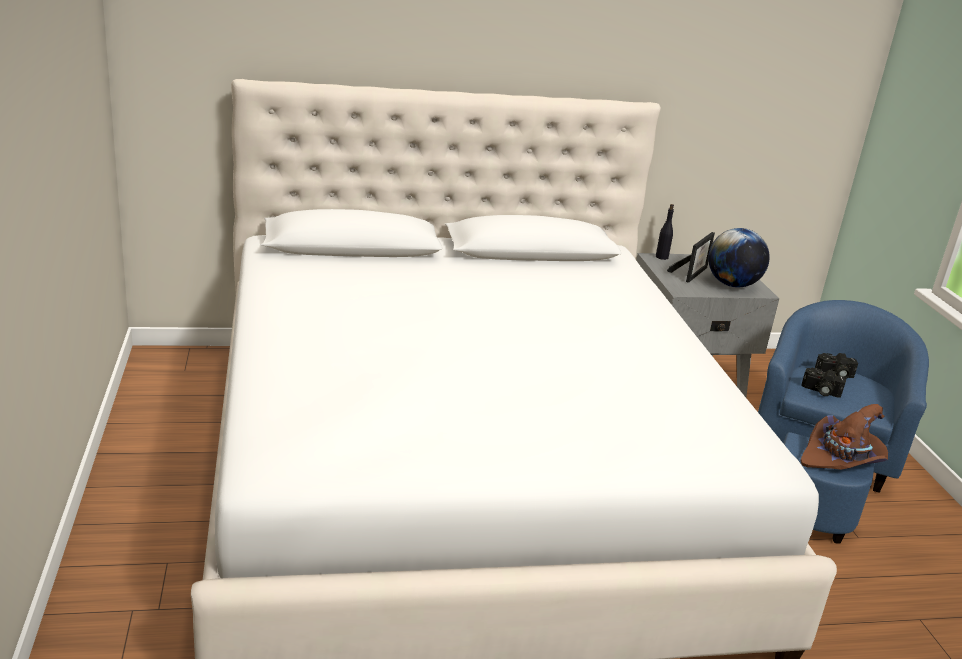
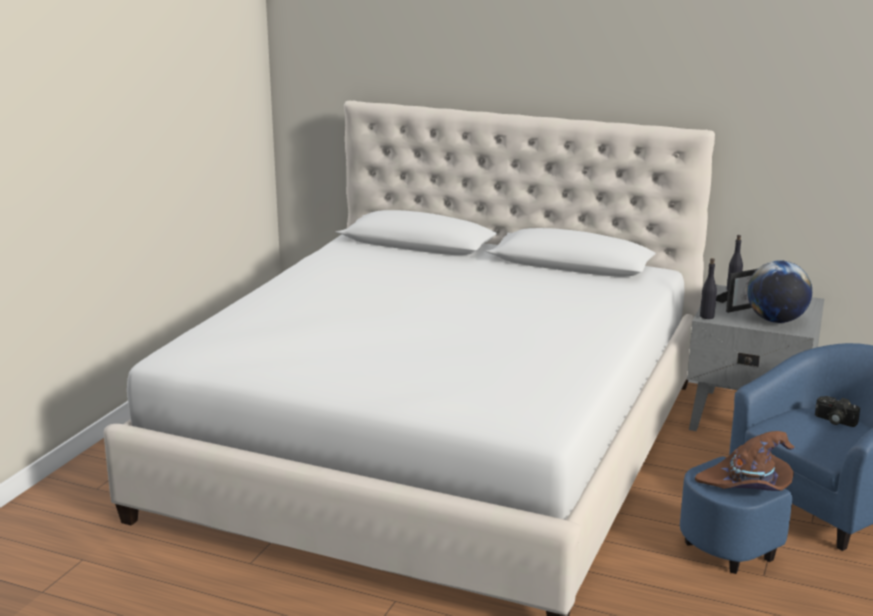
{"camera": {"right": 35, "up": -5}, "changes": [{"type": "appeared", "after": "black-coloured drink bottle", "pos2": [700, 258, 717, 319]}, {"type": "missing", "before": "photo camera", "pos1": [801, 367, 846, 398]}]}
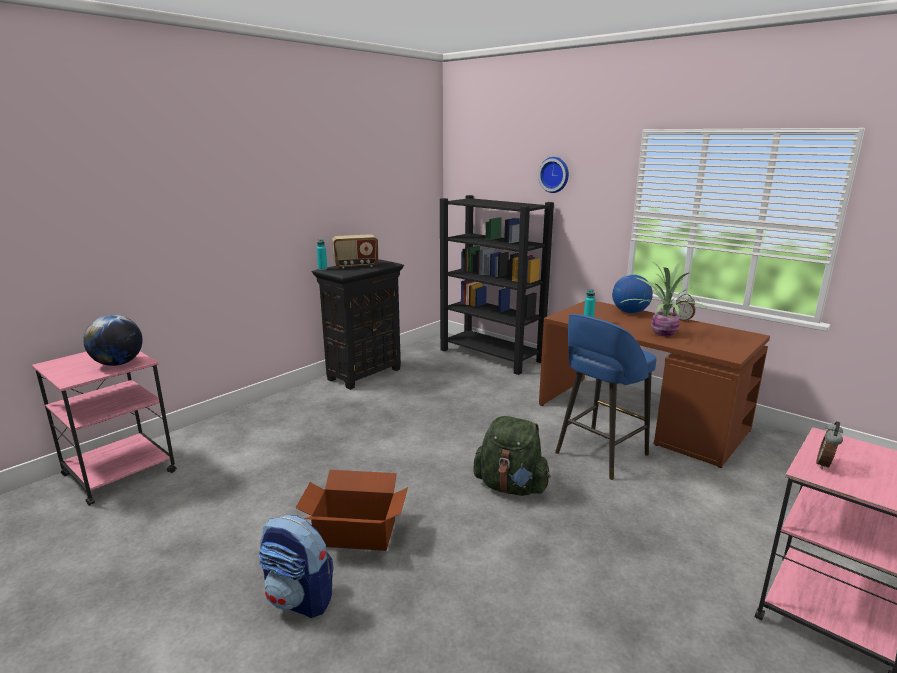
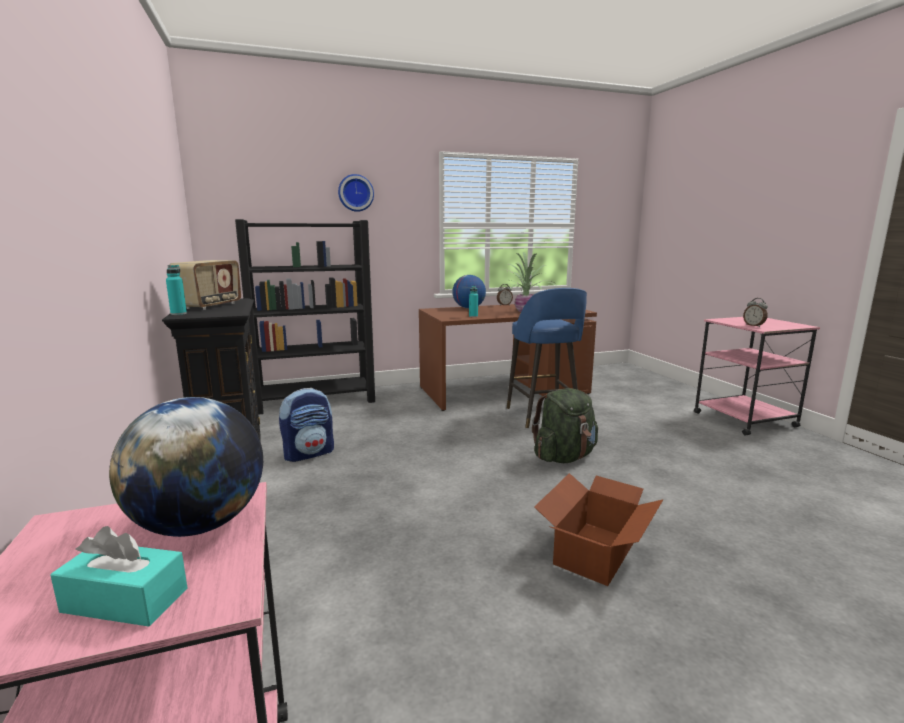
{"camera": {"right": -60, "up": -5}, "changes": [{"type": "appeared", "after": "blue-green tissue box", "pos2": [50, 526, 188, 627]}, {"type": "relocated", "before": "knapsack", "pos1": [259, 515, 334, 618], "pos2": [279, 388, 334, 462]}]}
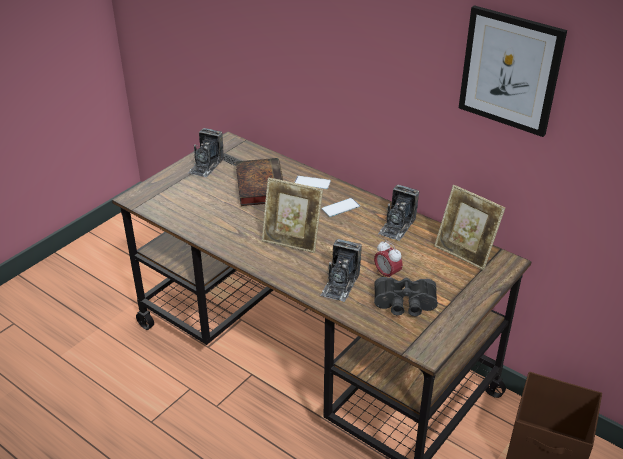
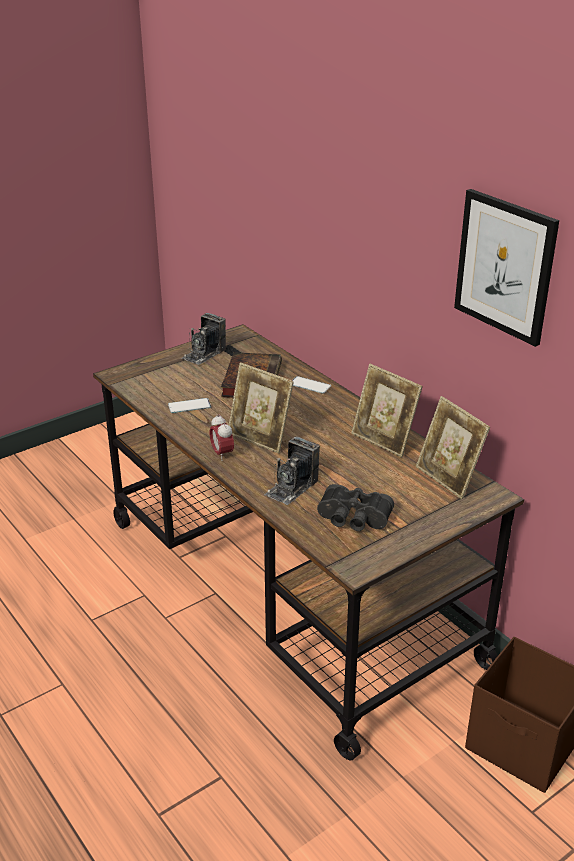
{"camera": {"right": 15, "up": -5}, "changes": [{"type": "relocated", "before": "handset", "pos1": [321, 198, 360, 217], "pos2": [168, 398, 211, 413]}, {"type": "relocated", "before": "table clock", "pos1": [374, 241, 403, 277], "pos2": [210, 414, 234, 461]}, {"type": "exchanged", "before": "photo camera", "after": "photo frame", "pos1": [378, 185, 419, 241], "pos2": [351, 364, 423, 457]}]}
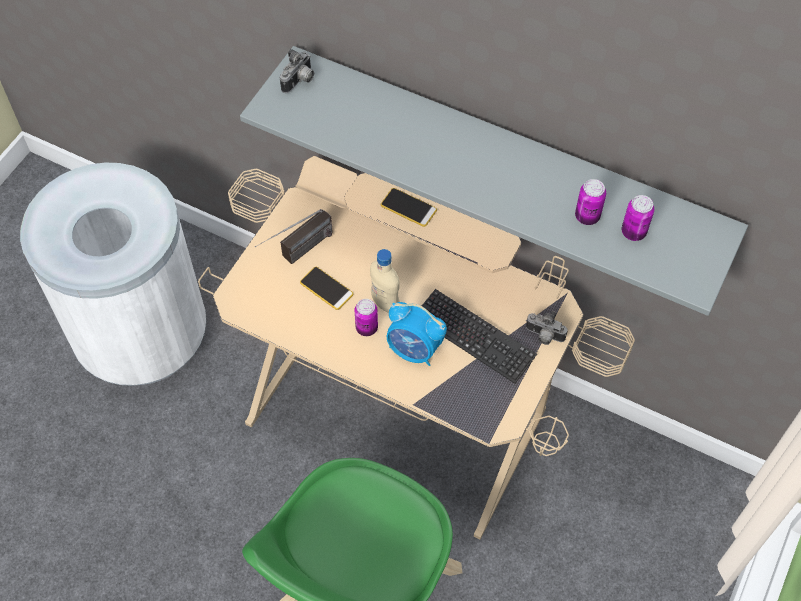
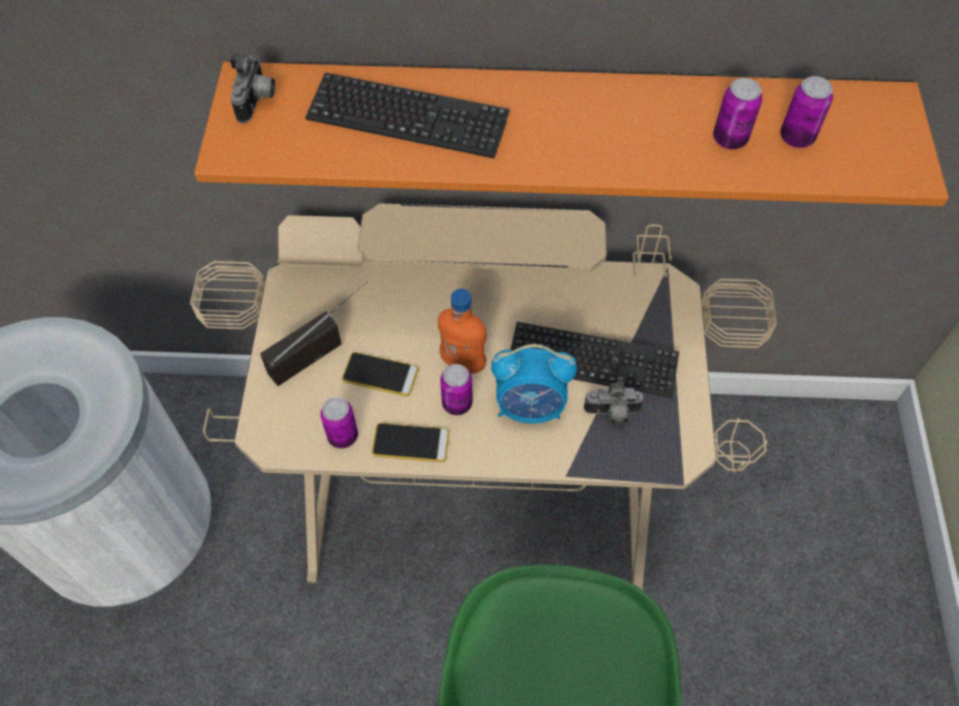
{"camera": {"right": -25, "up": 0}, "changes": [{"type": "colour", "before": "greyish bracket shelf", "after": "orange-coloured bracket shelf", "pos1": [240, 46, 748, 316], "pos2": [194, 62, 949, 206]}, {"type": "spun", "before": "radio set", "pos1": [255, 209, 333, 264], "pos2": [260, 281, 368, 386], "turn": -150}, {"type": "appeared", "after": "PC keyboard", "pos2": [305, 72, 510, 158]}, {"type": "appeared", "after": "sealed can", "pos2": [320, 397, 358, 448]}, {"type": "relocated", "before": "handset", "pos1": [381, 188, 437, 227], "pos2": [372, 423, 449, 462]}, {"type": "colour", "before": "sand-coloured drink bottle", "after": "orange-coloured drink bottle", "pos1": [370, 249, 400, 313], "pos2": [438, 289, 486, 374]}, {"type": "relocated", "before": "photo camera", "pos1": [526, 311, 567, 345], "pos2": [584, 377, 644, 424]}]}
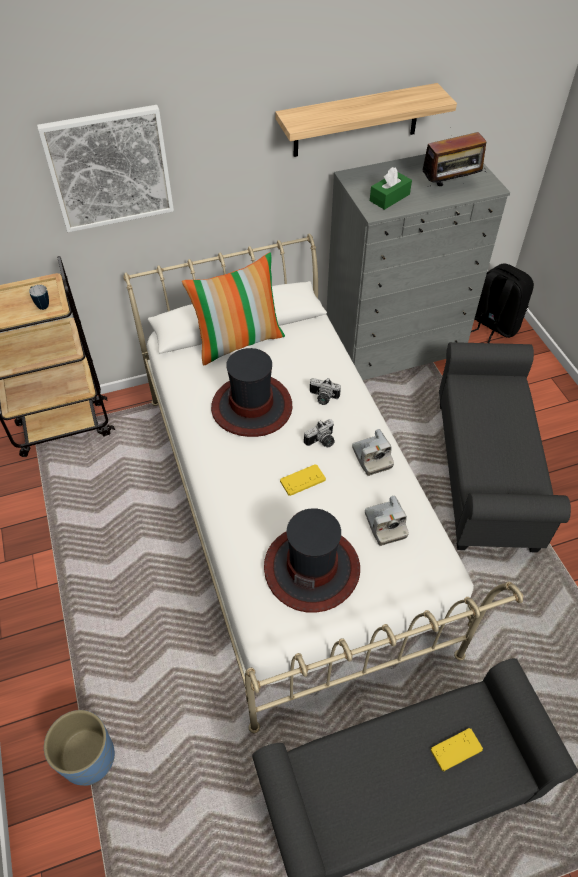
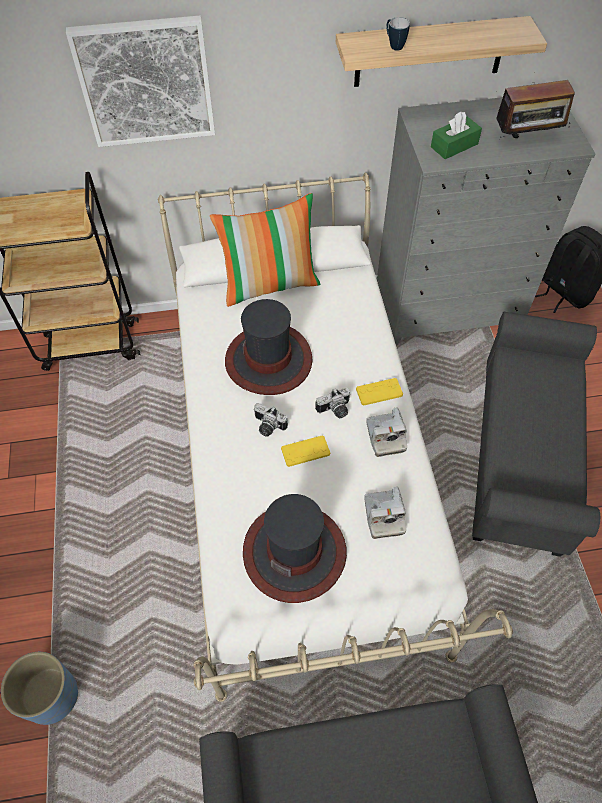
{"camera": {"right": 10, "up": 5}, "changes": [{"type": "relocated", "before": "photo camera", "pos1": [310, 378, 341, 405], "pos2": [254, 403, 288, 437]}, {"type": "relocated", "before": "yellow-coloured joypad", "pos1": [431, 728, 483, 771], "pos2": [356, 378, 403, 406]}, {"type": "relocated", "before": "coffee mug", "pos1": [29, 285, 49, 310], "pos2": [387, 17, 410, 51]}]}
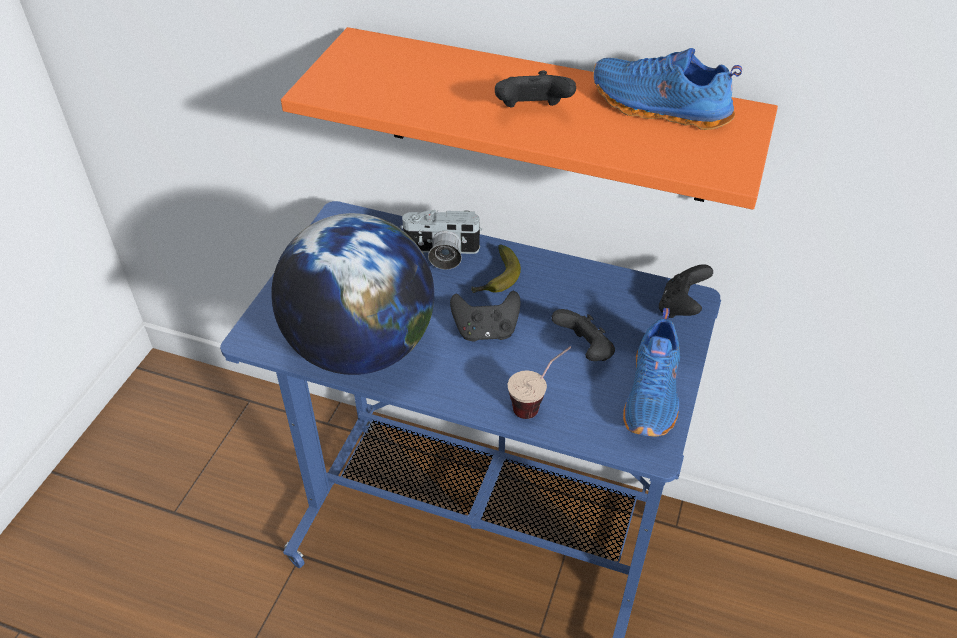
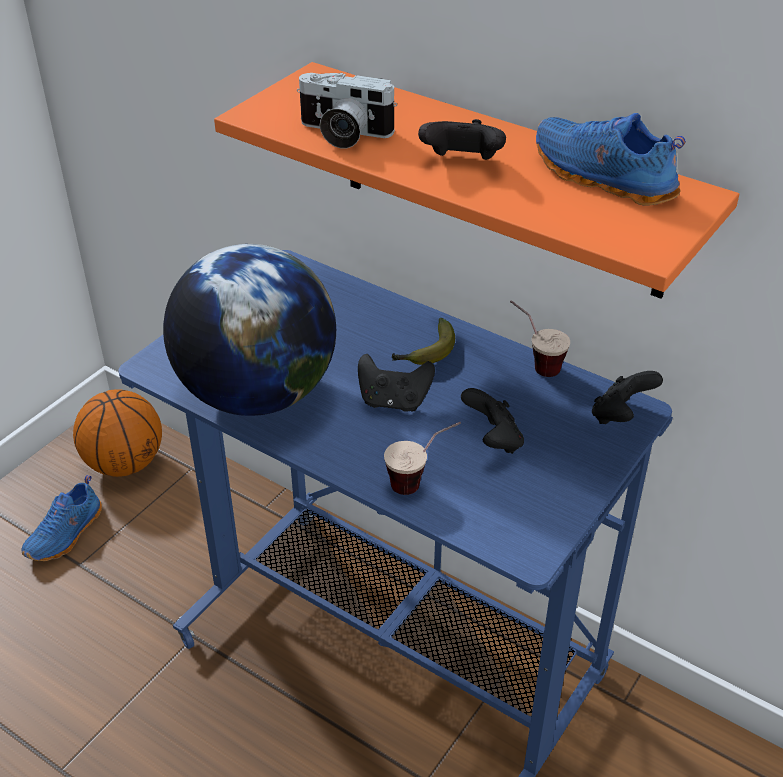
{"camera": {"right": 15, "up": -5}, "changes": [{"type": "relocated", "before": "blue-coloured low shoe", "pos1": [623, 308, 680, 437], "pos2": [21, 475, 102, 561]}, {"type": "appeared", "after": "ball for basketball", "pos2": [73, 389, 162, 477]}, {"type": "relocated", "before": "photo camera", "pos1": [400, 210, 483, 270], "pos2": [297, 73, 397, 148]}, {"type": "appeared", "after": "drinking cup", "pos2": [510, 300, 570, 377]}]}
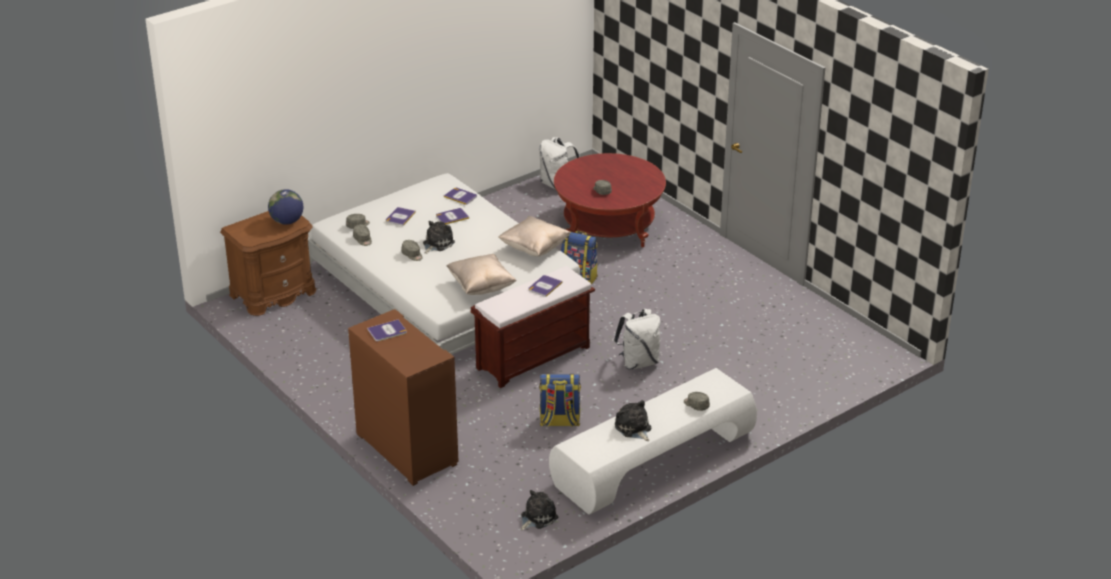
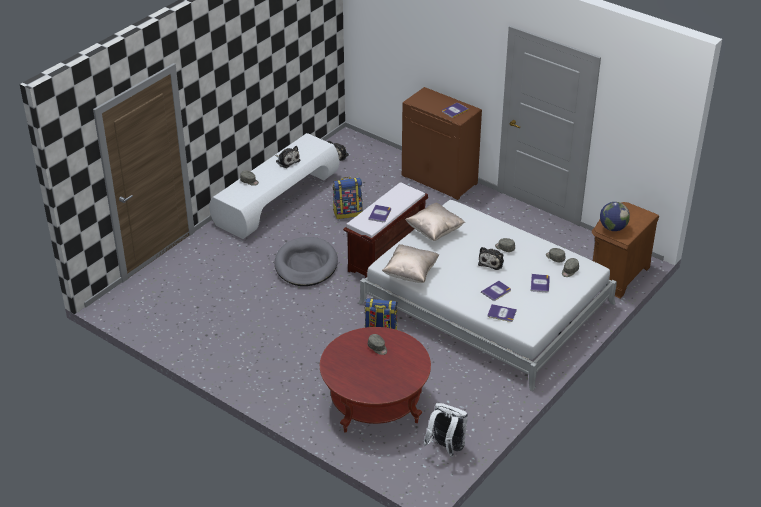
{"camera": {"right": 165, "up": 5}, "changes": [{"type": "exchanged", "before": "whitish knapsack", "after": "greyish dog bed", "pos1": [614, 309, 661, 370], "pos2": [274, 237, 338, 286]}]}
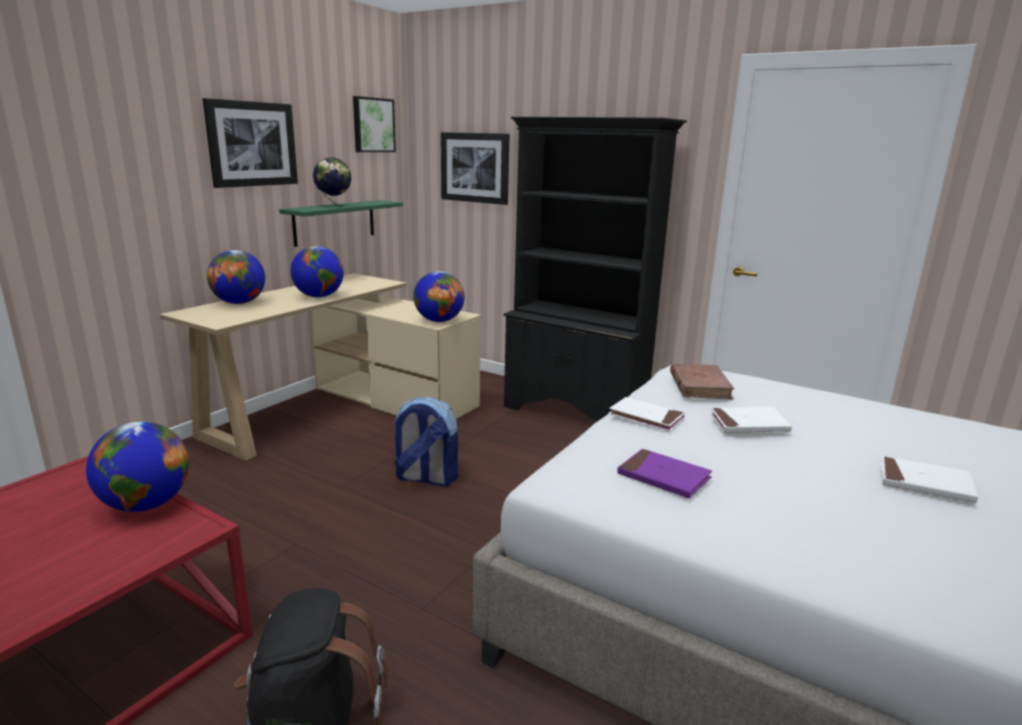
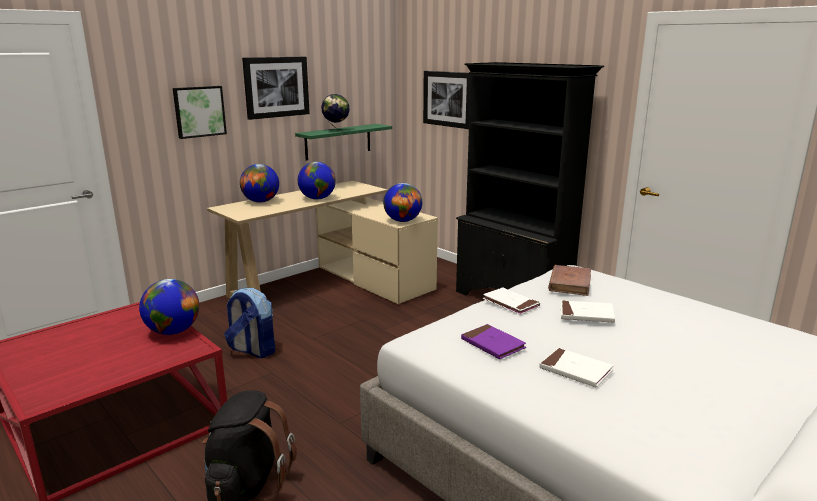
{"camera": {"right": 15, "up": 0}, "changes": [{"type": "relocated", "before": "wall art", "pos1": [353, 96, 396, 152], "pos2": [173, 86, 227, 139]}, {"type": "relocated", "before": "knapsack", "pos1": [393, 397, 458, 487], "pos2": [224, 288, 275, 358]}, {"type": "relocated", "before": "whitish book", "pos1": [881, 456, 978, 503], "pos2": [539, 348, 613, 387]}]}
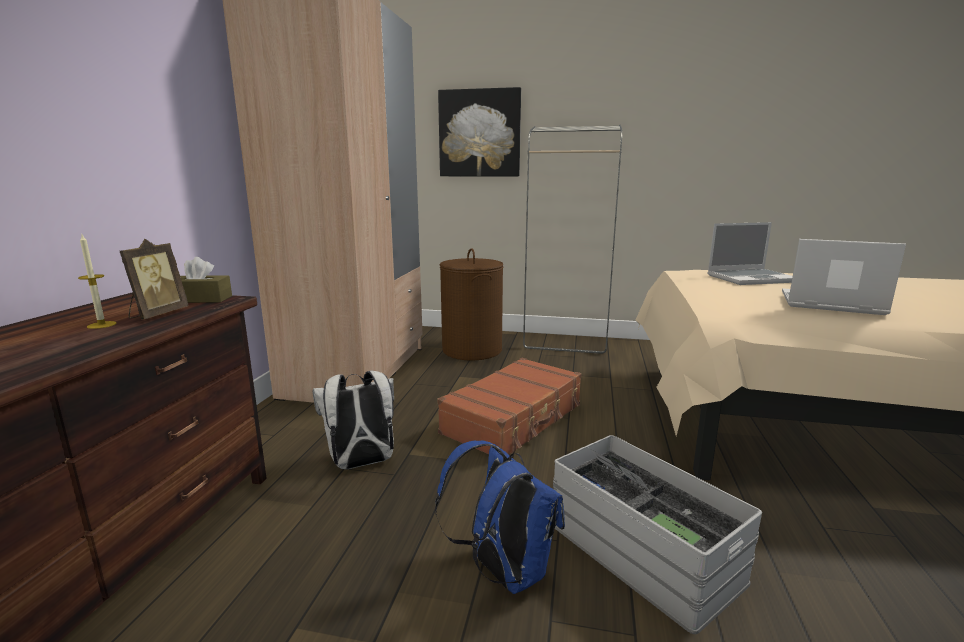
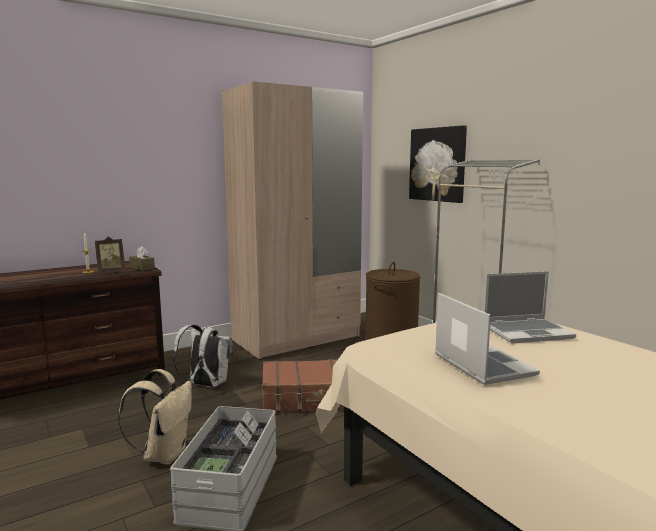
{"camera": {"right": 45, "up": -5}, "changes": [{"type": "colour", "before": "blue-coloured knapsack", "after": "sand-coloured knapsack", "pos1": [435, 440, 565, 594], "pos2": [118, 369, 192, 465]}, {"type": "spun", "before": "notebook computer", "pos1": [707, 222, 793, 285], "pos2": [484, 271, 576, 343], "turn": -45}]}
